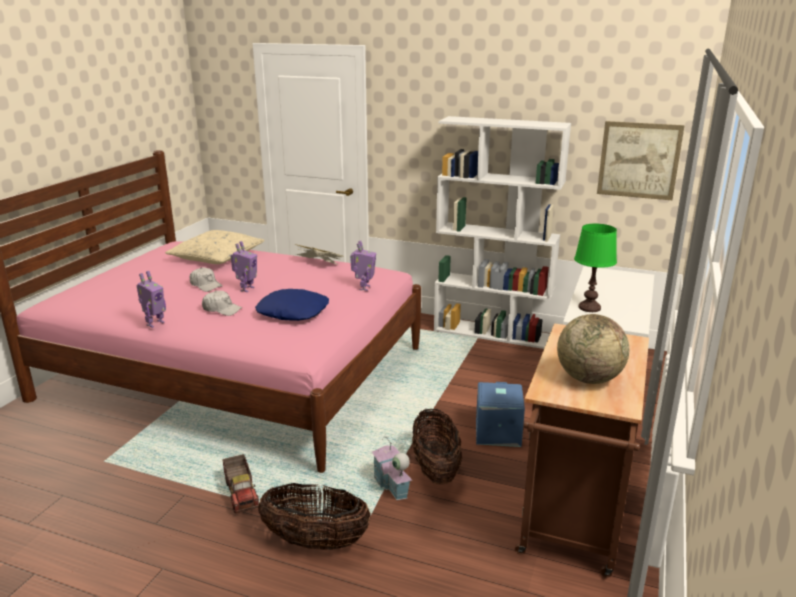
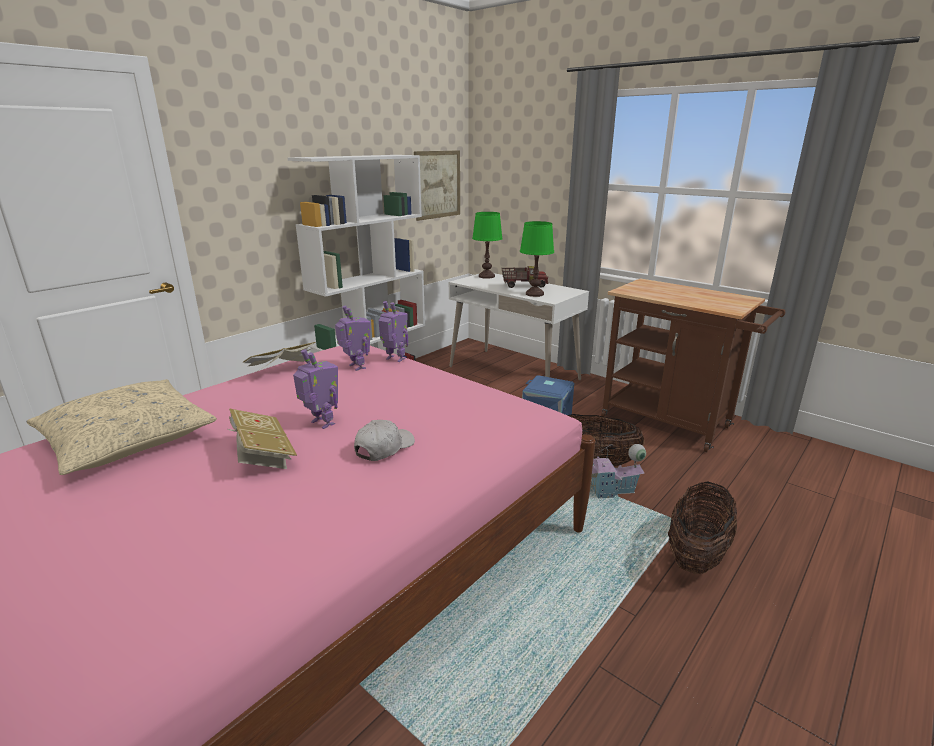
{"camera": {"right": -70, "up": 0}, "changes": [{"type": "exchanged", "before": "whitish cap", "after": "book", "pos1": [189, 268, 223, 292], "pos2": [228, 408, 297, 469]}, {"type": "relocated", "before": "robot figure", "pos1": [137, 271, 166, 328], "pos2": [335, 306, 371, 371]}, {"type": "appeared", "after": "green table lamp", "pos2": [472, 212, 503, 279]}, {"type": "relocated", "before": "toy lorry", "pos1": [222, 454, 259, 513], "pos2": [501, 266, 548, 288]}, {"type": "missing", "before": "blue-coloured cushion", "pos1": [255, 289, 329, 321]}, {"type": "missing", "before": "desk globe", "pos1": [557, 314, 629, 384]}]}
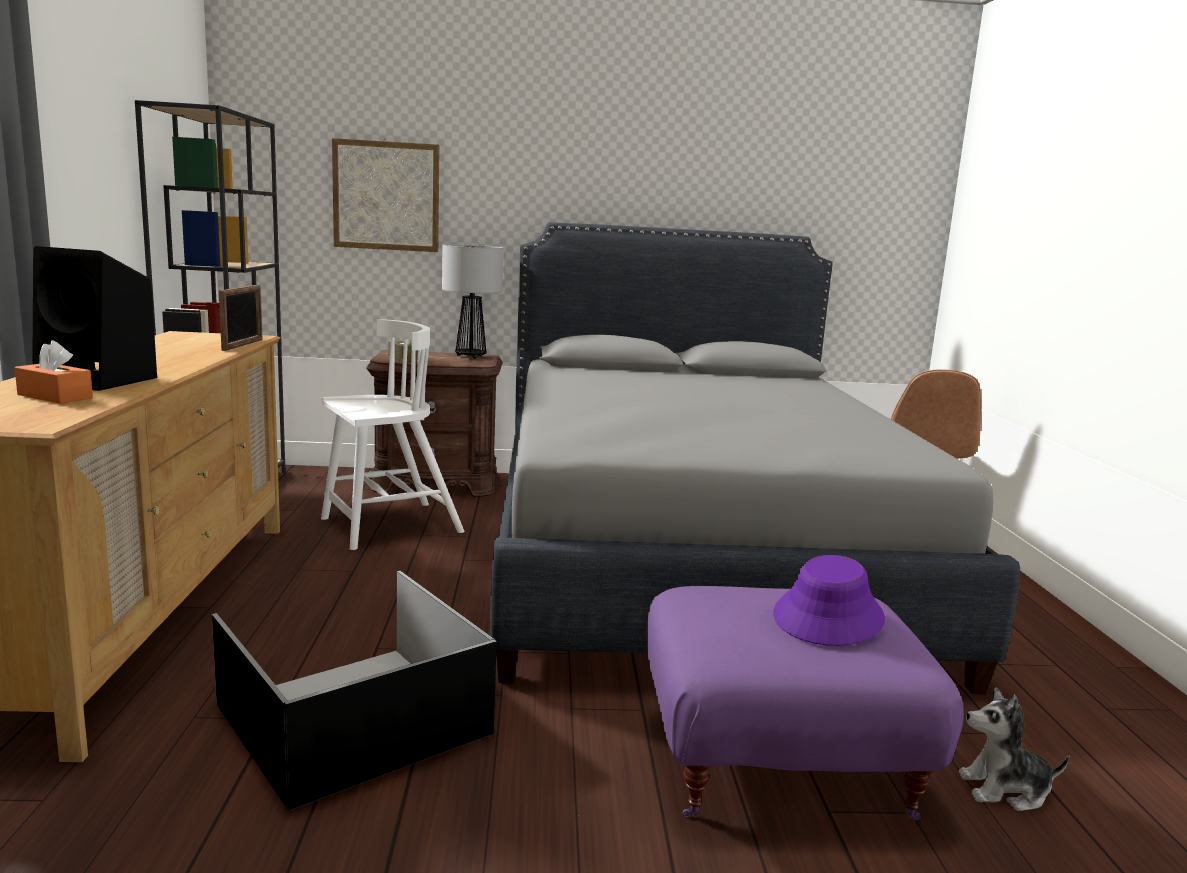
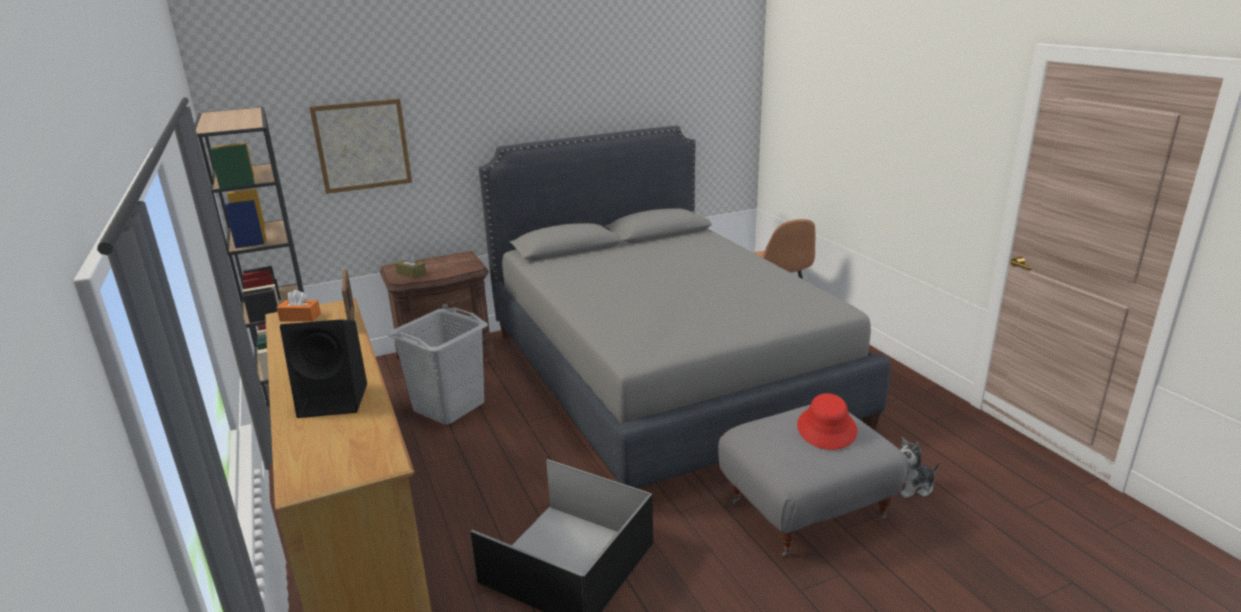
{"camera": {"right": -20, "up": 10}, "changes": [{"type": "relocated", "before": "orange-coloured tissue box", "pos1": [15, 340, 93, 404], "pos2": [277, 290, 321, 321]}, {"type": "exchanged", "before": "whitish plain chair", "after": "greyish washing basket", "pos1": [321, 319, 464, 550], "pos2": [387, 307, 488, 424]}, {"type": "colour", "before": "purple ottoman", "after": "greyish ottoman", "pos1": [647, 586, 964, 820], "pos2": [718, 405, 907, 557]}, {"type": "colour", "before": "purple hat", "after": "reddish hat", "pos1": [773, 555, 885, 646], "pos2": [797, 393, 857, 450]}, {"type": "missing", "before": "table lamp", "pos1": [442, 244, 504, 359]}]}
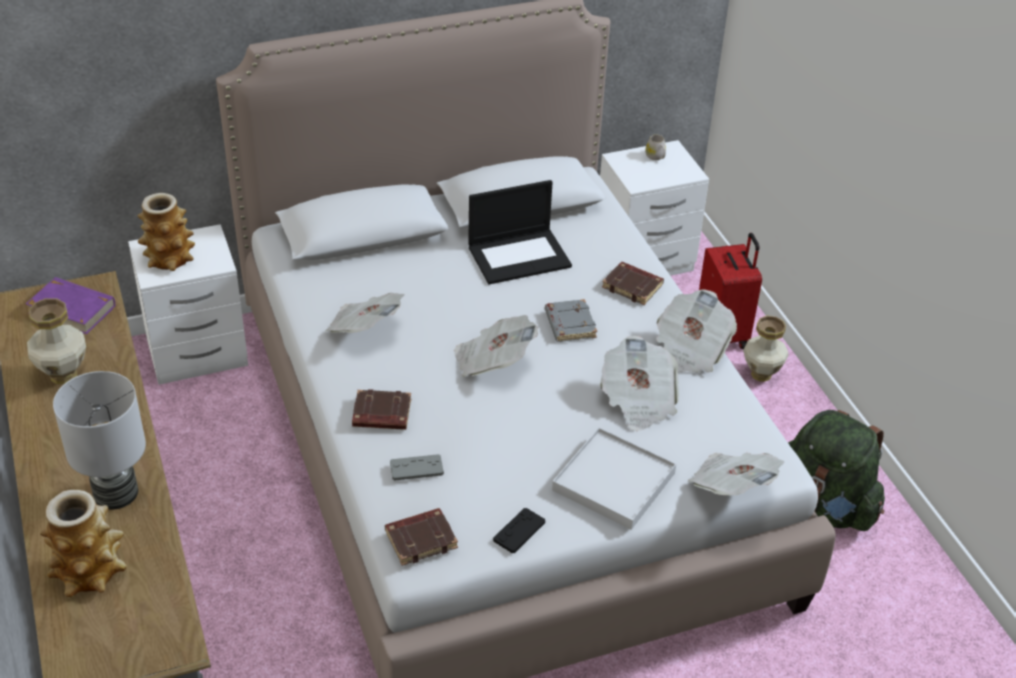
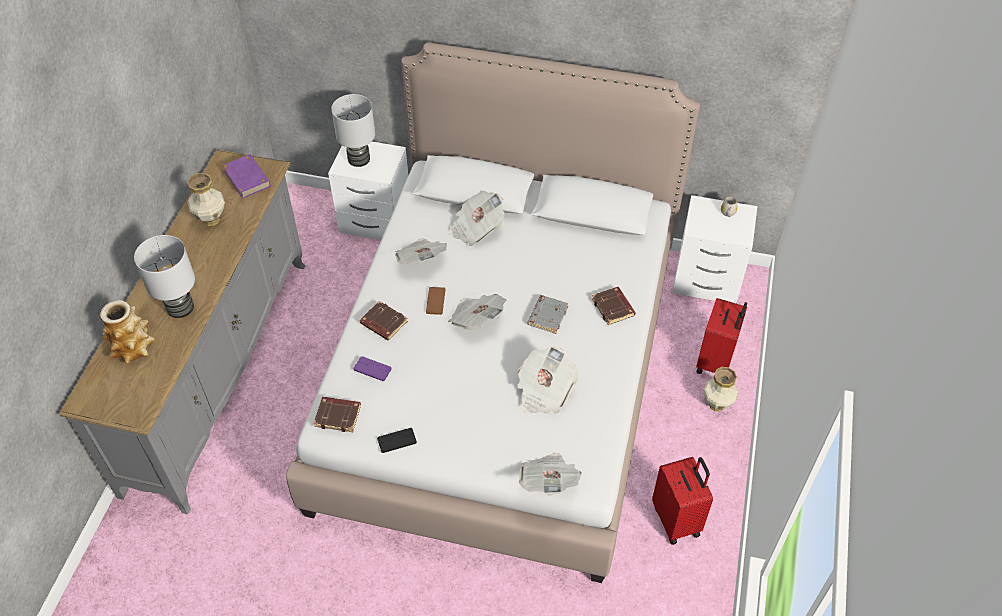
{"camera": {"right": 35, "up": 10}, "changes": [{"type": "exchanged", "before": "vase", "after": "greyish table lamp", "pos1": [138, 193, 195, 271], "pos2": [331, 94, 375, 167]}, {"type": "colour", "before": "greyish joypad", "after": "purple joypad", "pos1": [390, 454, 444, 481], "pos2": [353, 356, 392, 381]}, {"type": "appeared", "after": "brownish joypad", "pos2": [426, 287, 445, 315]}, {"type": "relocated", "before": "newspaper", "pos1": [656, 289, 737, 373], "pos2": [449, 190, 505, 246]}, {"type": "exchanged", "before": "green knapsack", "after": "reddish piece of luggage", "pos1": [788, 410, 885, 531], "pos2": [652, 457, 713, 545]}, {"type": "missing", "before": "notebook computer", "pos1": [468, 180, 572, 284]}, {"type": "missing", "before": "whitish serving tray", "pos1": [552, 428, 676, 530]}]}
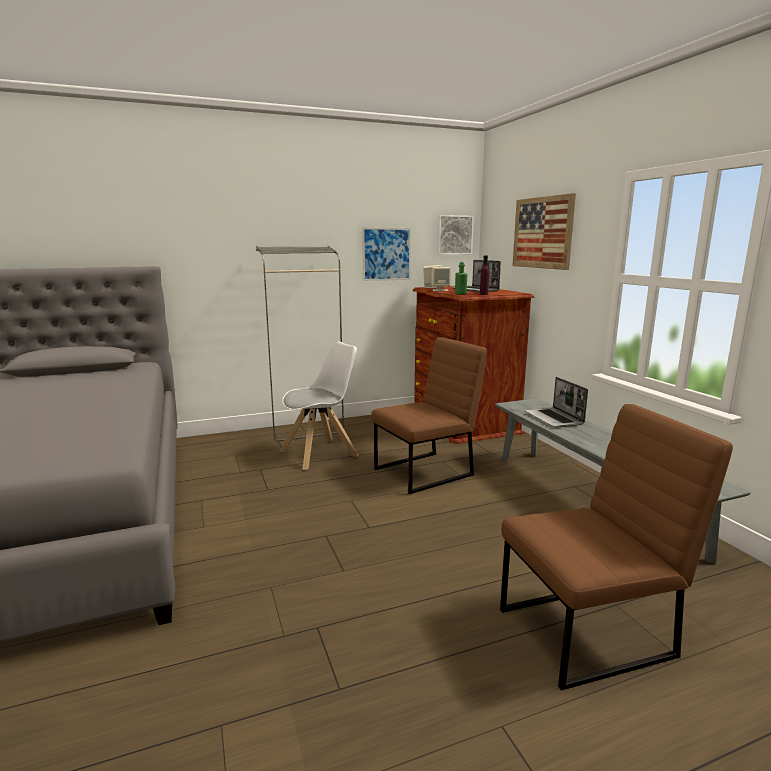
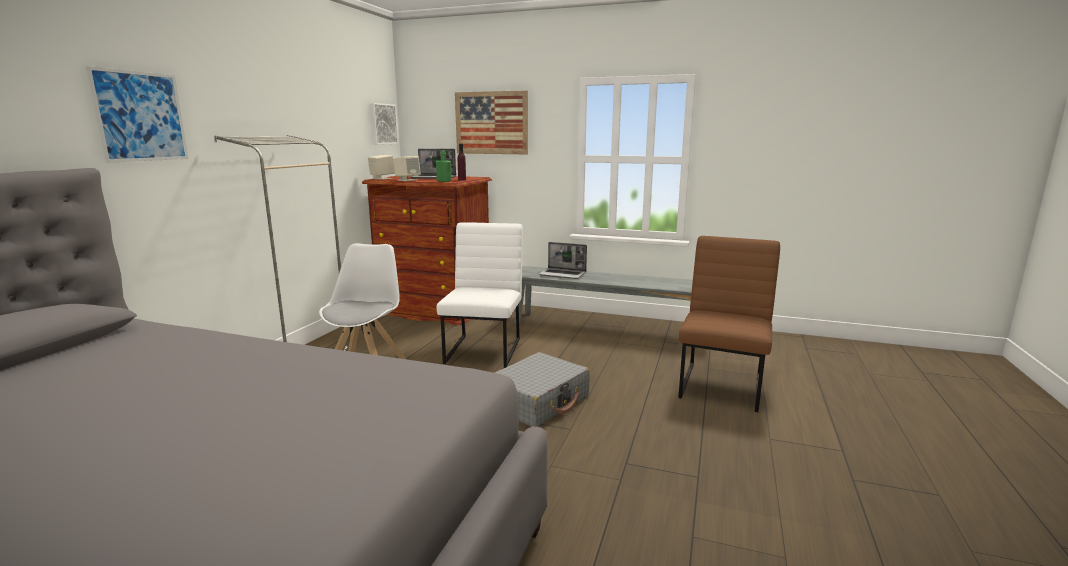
{"camera": {"right": -50, "up": 0}, "changes": [{"type": "relocated", "before": "wall art", "pos1": [362, 227, 411, 281], "pos2": [86, 66, 188, 163]}, {"type": "colour", "before": "brownish plain chair", "after": "whitish plain chair", "pos1": [371, 337, 487, 494], "pos2": [437, 222, 523, 368]}, {"type": "appeared", "after": "greyish piece of luggage", "pos2": [495, 352, 590, 427]}]}
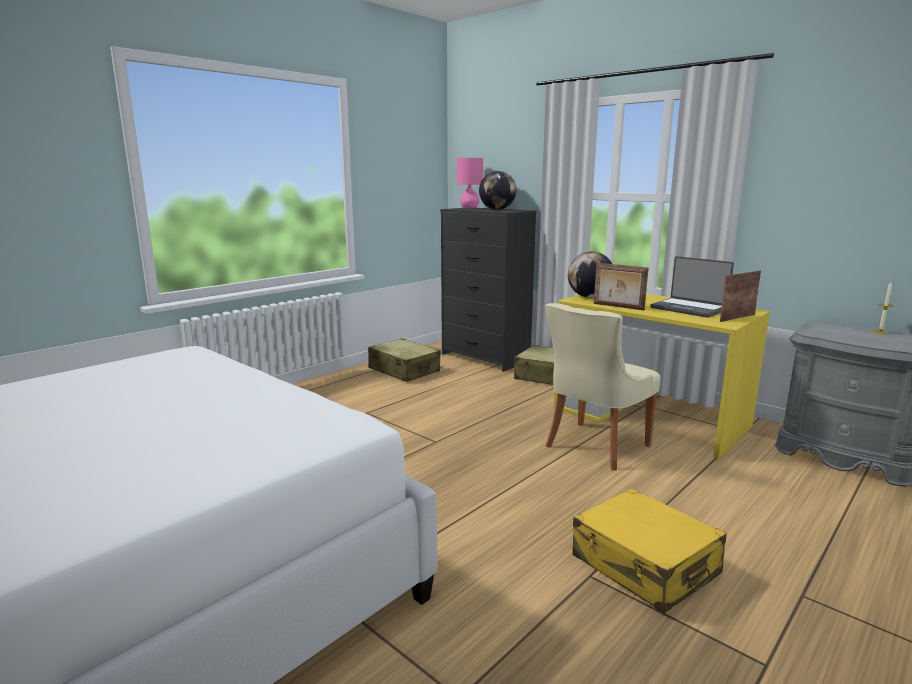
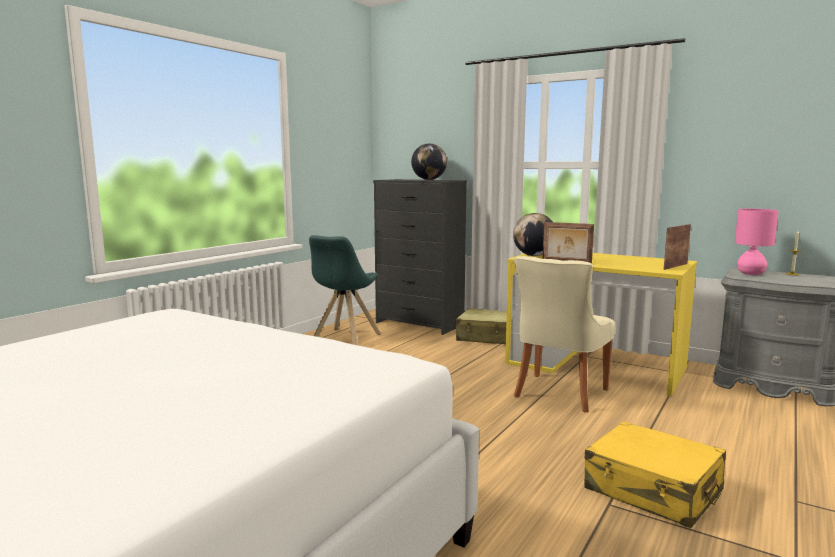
{"camera": {"right": -10, "up": -5}, "changes": [{"type": "exchanged", "before": "sand-coloured piece of luggage", "after": "blue-green plain chair", "pos1": [368, 338, 441, 382], "pos2": [309, 235, 381, 345]}, {"type": "relocated", "before": "pink table lamp", "pos1": [457, 158, 483, 208], "pos2": [735, 209, 779, 275]}, {"type": "missing", "before": "notebook computer", "pos1": [650, 256, 734, 318]}]}
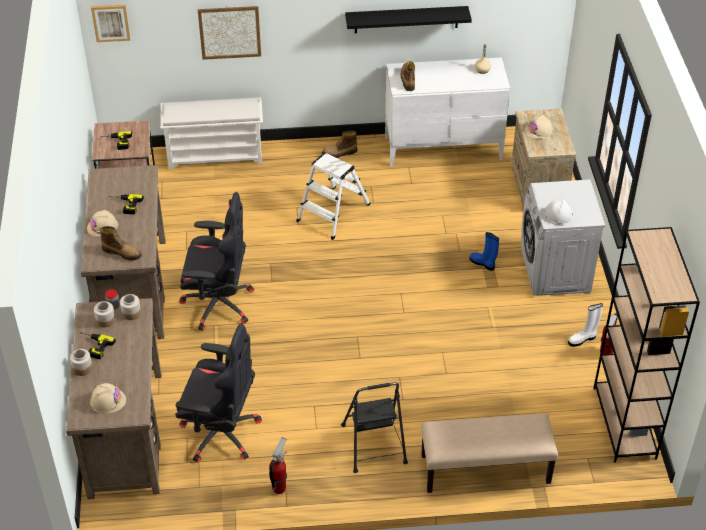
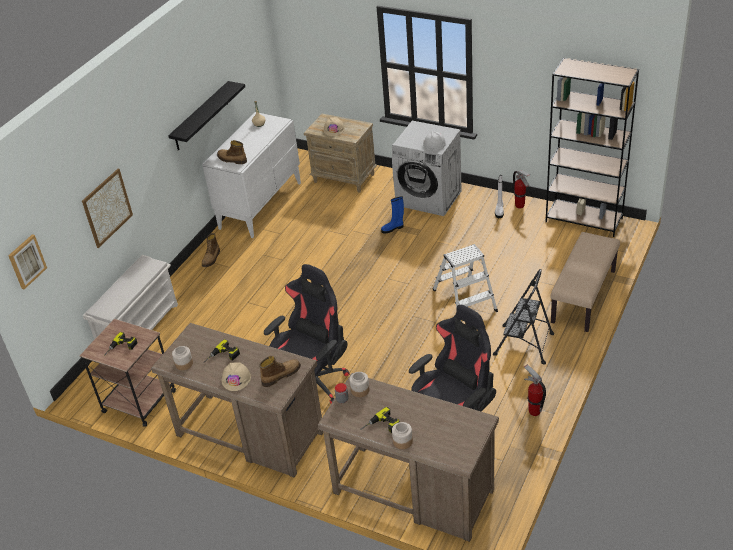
{"camera": {"right": -55, "up": -5}, "changes": [{"type": "relocated", "before": "storage jar", "pos1": [94, 301, 115, 328], "pos2": [172, 346, 193, 370]}, {"type": "relocated", "before": "whitish step ladder", "pos1": [296, 152, 371, 240], "pos2": [433, 244, 498, 321]}, {"type": "missing", "before": "sand-coloured hard hat", "pos1": [90, 383, 126, 414]}]}
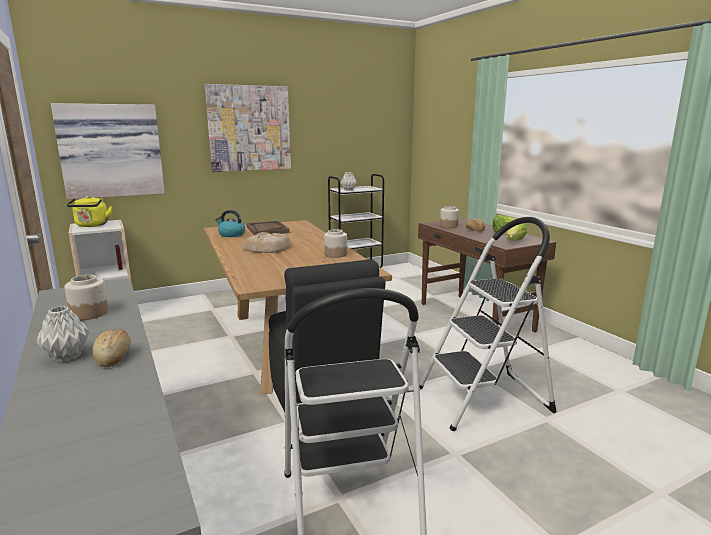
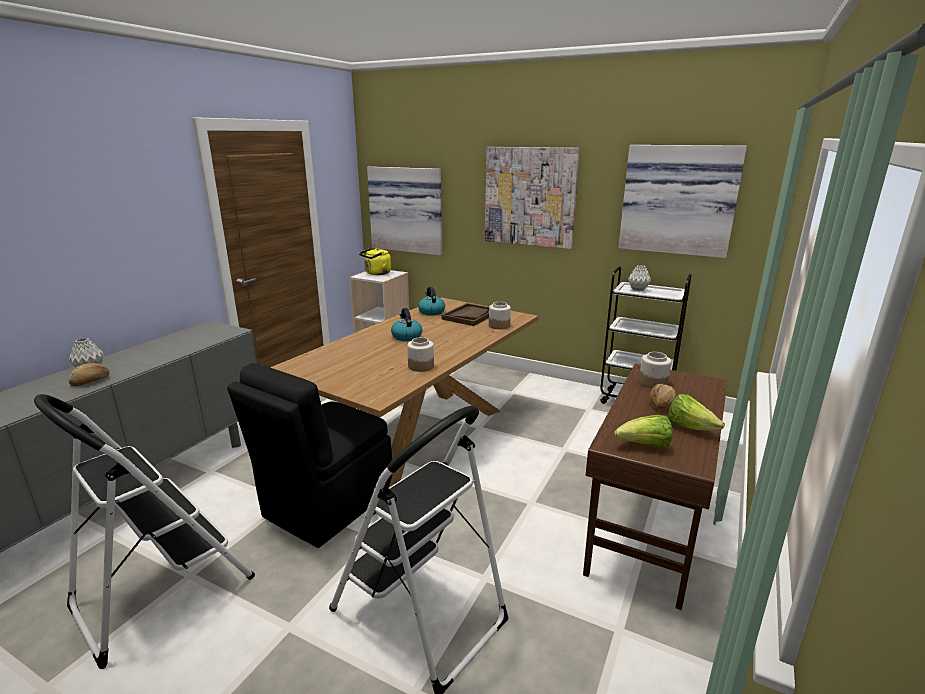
{"camera": {"right": 55, "up": 5}, "changes": [{"type": "exchanged", "before": "bakery bread", "after": "kettle", "pos1": [243, 232, 291, 253], "pos2": [391, 308, 422, 341]}, {"type": "relocated", "before": "storage jar", "pos1": [65, 275, 108, 320], "pos2": [489, 302, 511, 329]}, {"type": "appeared", "after": "wall art", "pos2": [618, 145, 747, 258]}]}
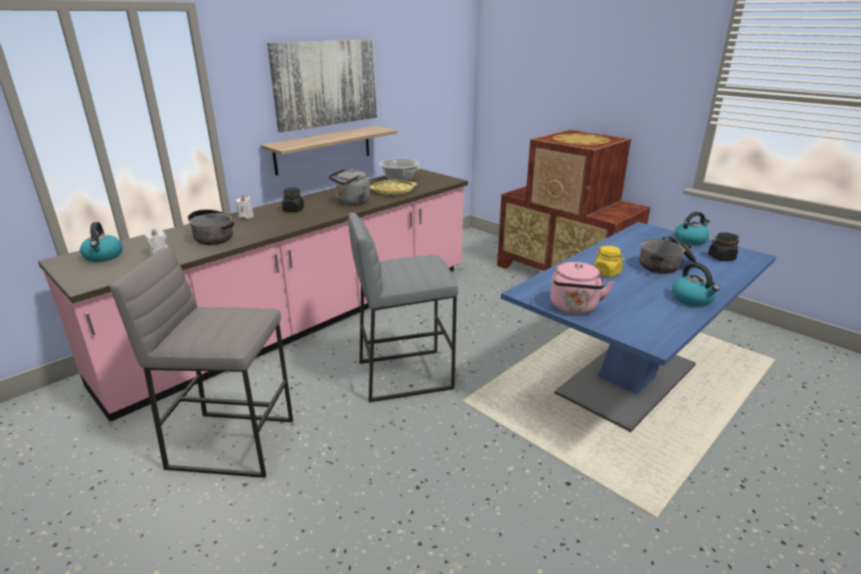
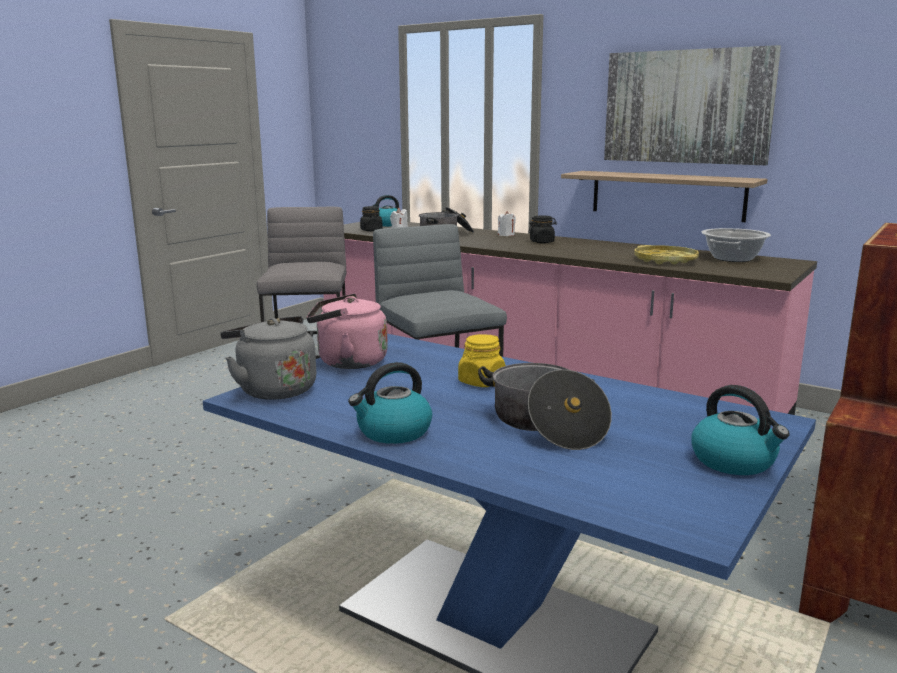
{"camera": {"right": 80, "up": -10}, "changes": [{"type": "relocated", "before": "greyish kettle", "pos1": [328, 169, 370, 205], "pos2": [220, 316, 316, 400]}, {"type": "relocated", "before": "black-coloured storage jar", "pos1": [708, 232, 739, 261], "pos2": [360, 206, 383, 231]}]}
